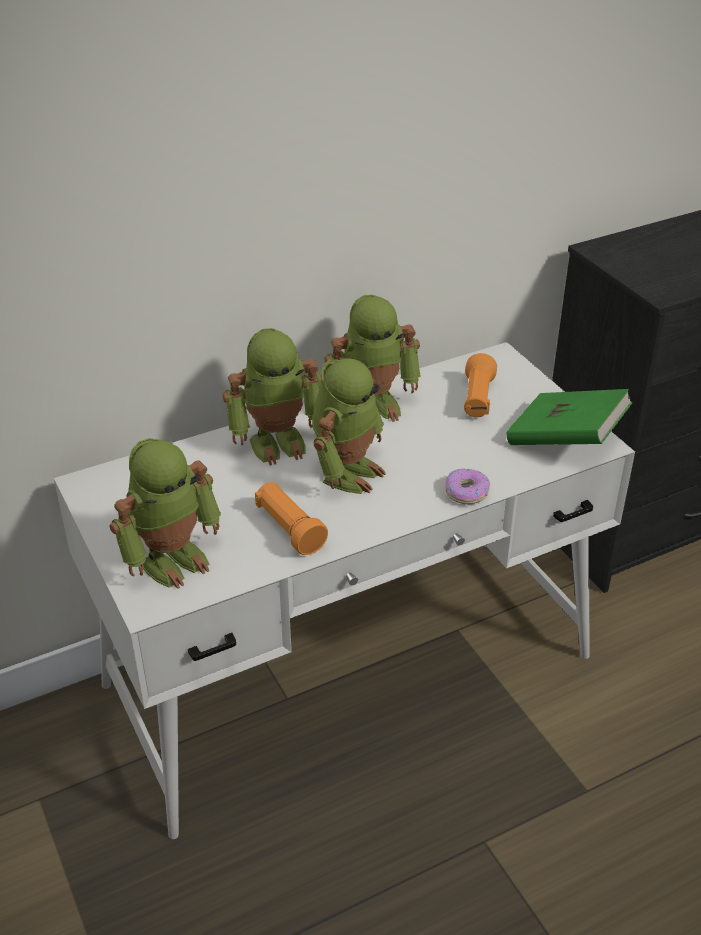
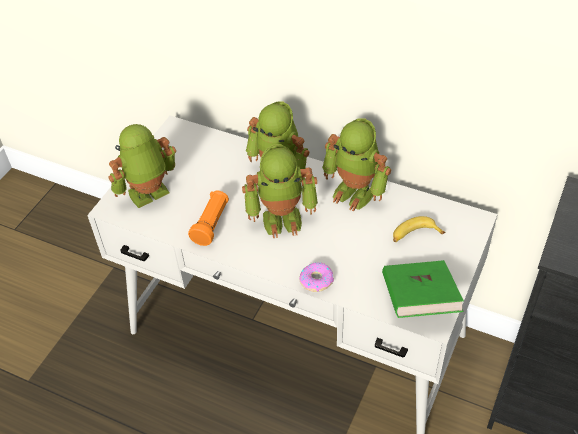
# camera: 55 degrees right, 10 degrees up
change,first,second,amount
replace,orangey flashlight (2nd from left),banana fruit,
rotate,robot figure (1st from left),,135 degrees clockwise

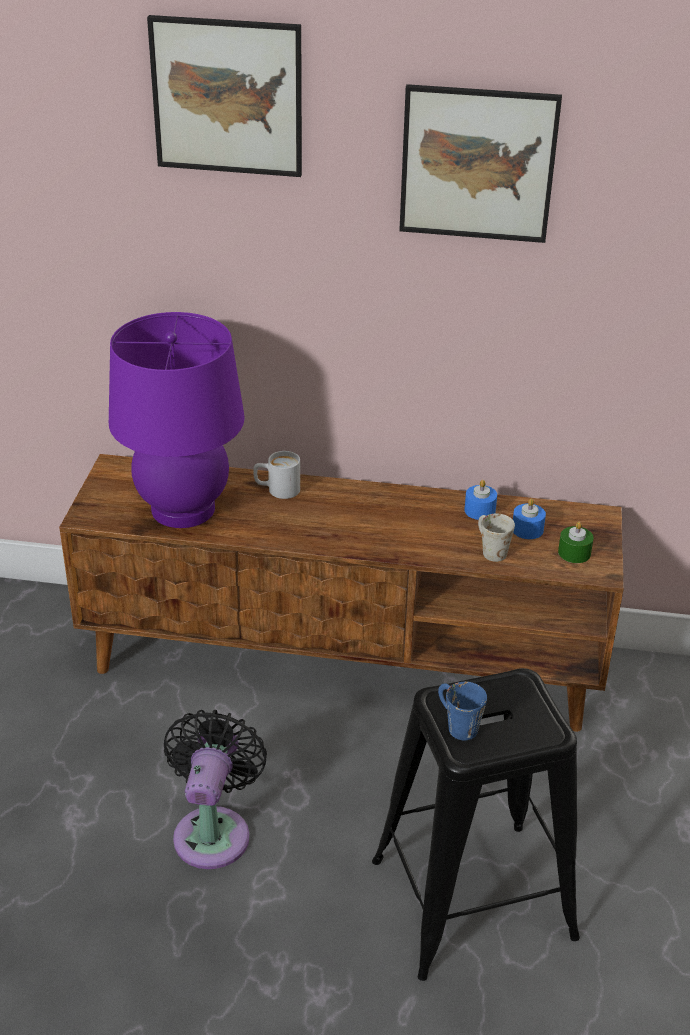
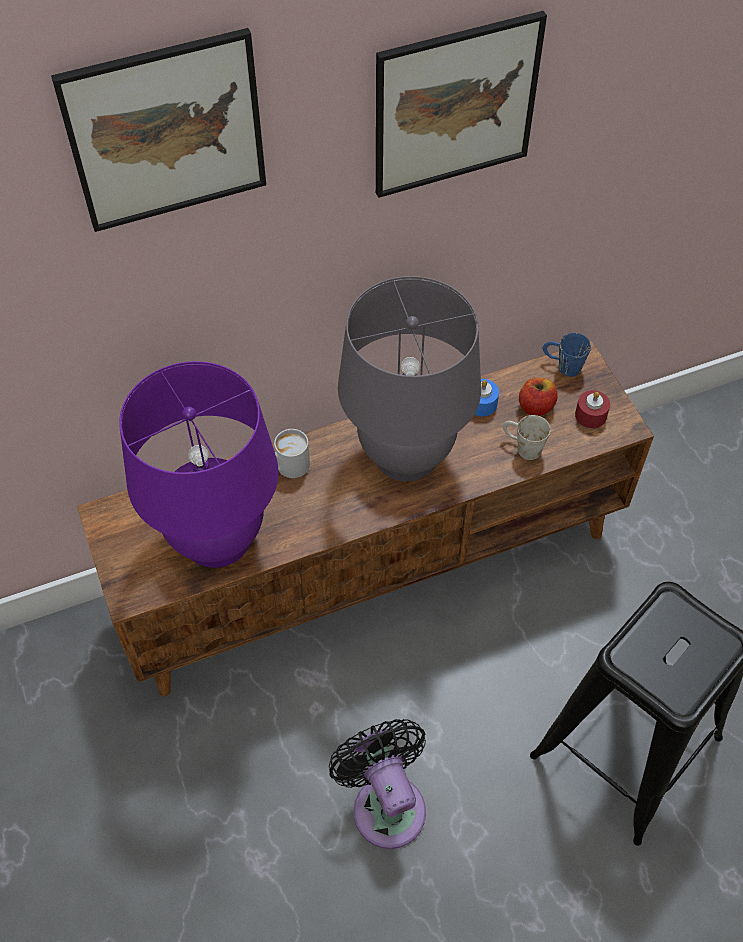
# camera: 30 degrees left, 20 degrees up
change,first,second,amount
insert,,grey tabletop lamp,
move,blue-coloured coffee mug,,
replace,blue-coloured wax light (2nd from left),apple fruit,
recolor,green-coloured wax light,red-coloured wax light,

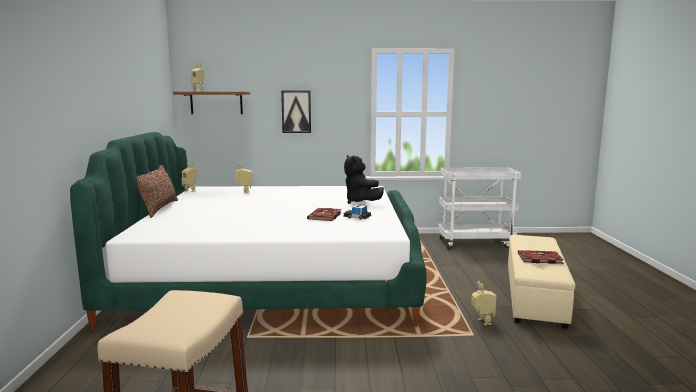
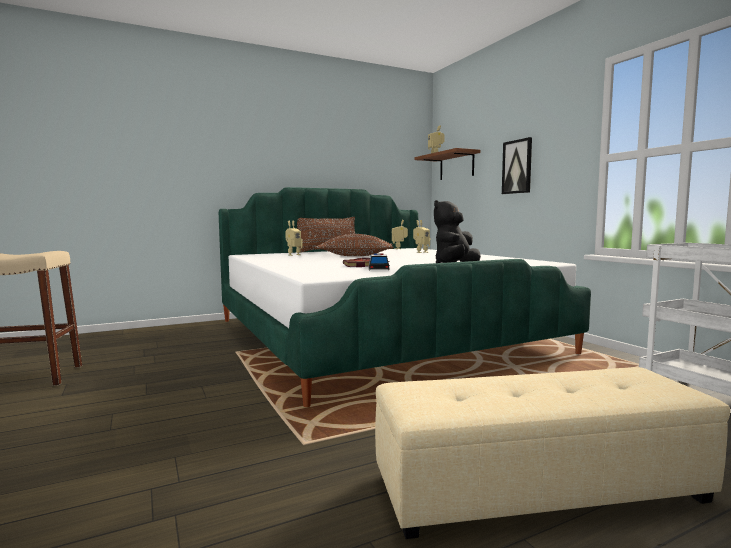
# camera: 65 degrees right, 5 degrees down
change,first,second,amount
delete,volume (2nd from left),,
insert,,brown-coloured pillow (2nd from left),
move,robot figure (4th from left in the first image),robot figure (1st from left),

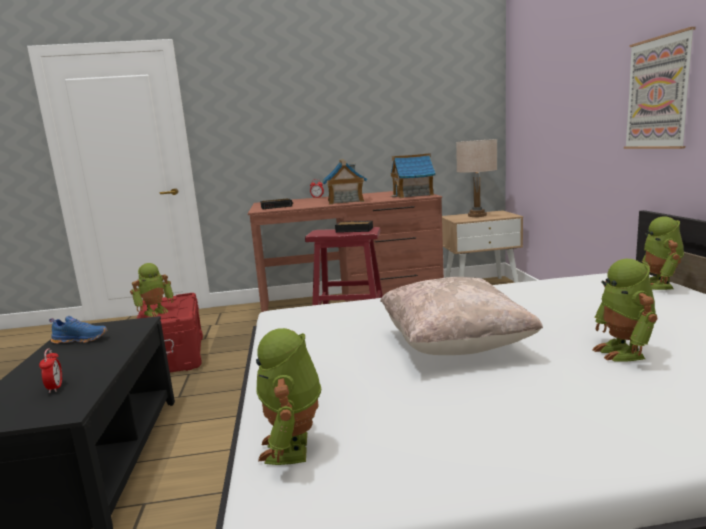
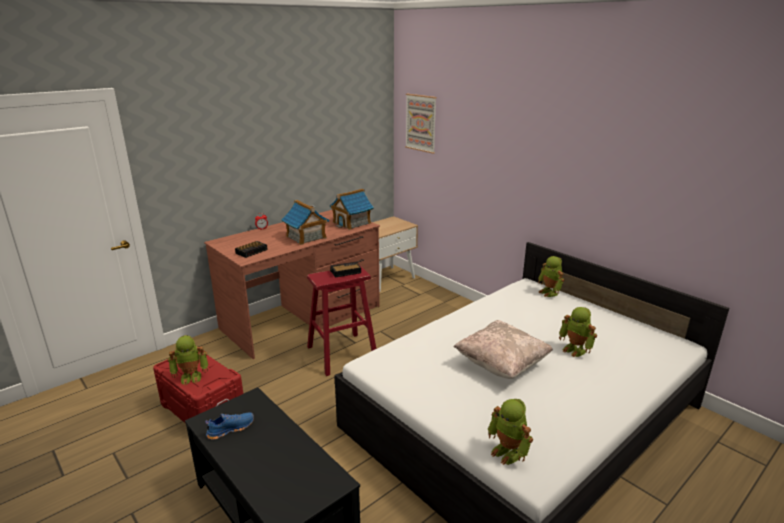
# camera: 35 degrees left, 10 degrees up
change,first,second,amount
delete,alarm clock (1st from left),,
delete,beige tabletop lamp,,
move,wall picture,,
rotate,robot figure (1st from left),,60 degrees clockwise

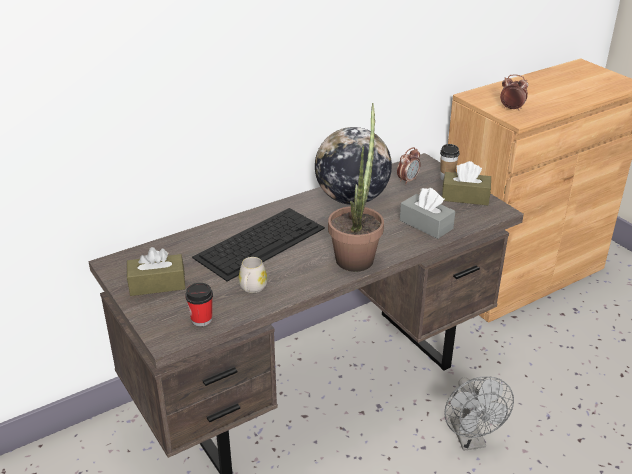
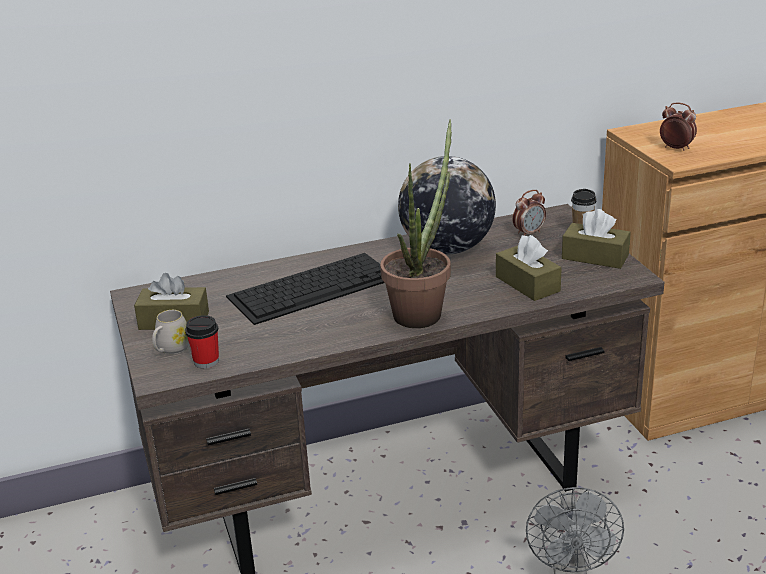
# camera: 15 degrees right, 5 degrees down
change,first,second,amount
move,white coffee mug,,
recolor,grey tissue box,brown-coloured tissue box (2nd from left),

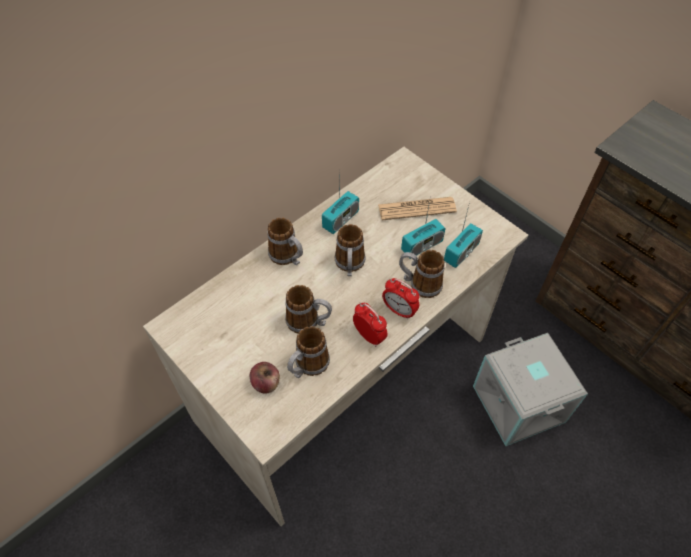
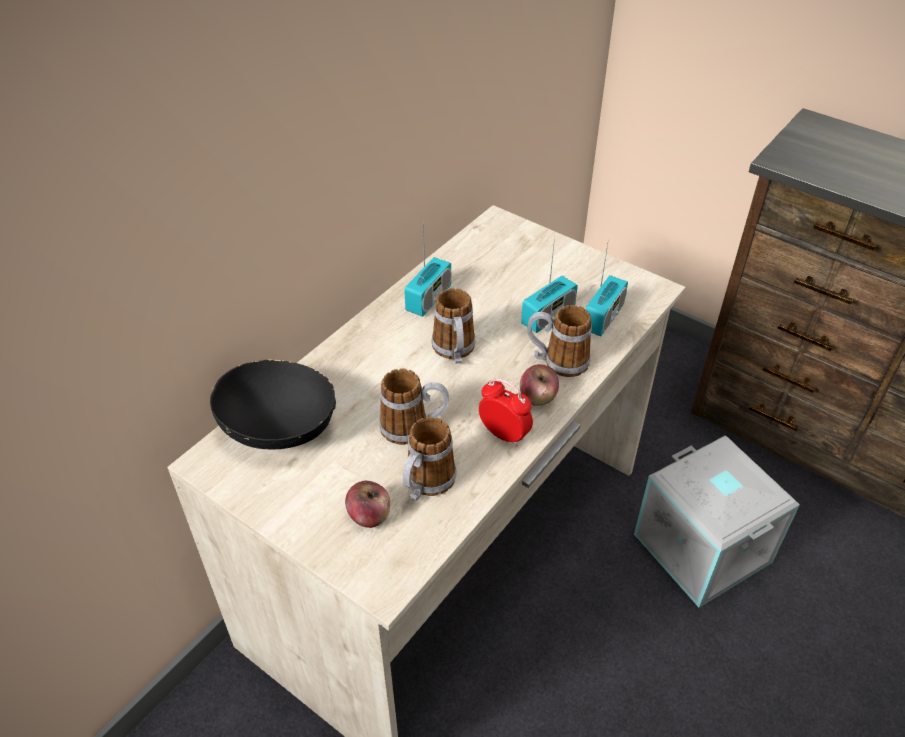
# camera: 10 degrees left, 10 degrees down
change,first,second,amount
delete,coffee mug (1st from left),,
delete,newspaper,,
insert,,black-coloured bowl,
replace,alarm clock (2nd from left),apple fruit (2nd from left),

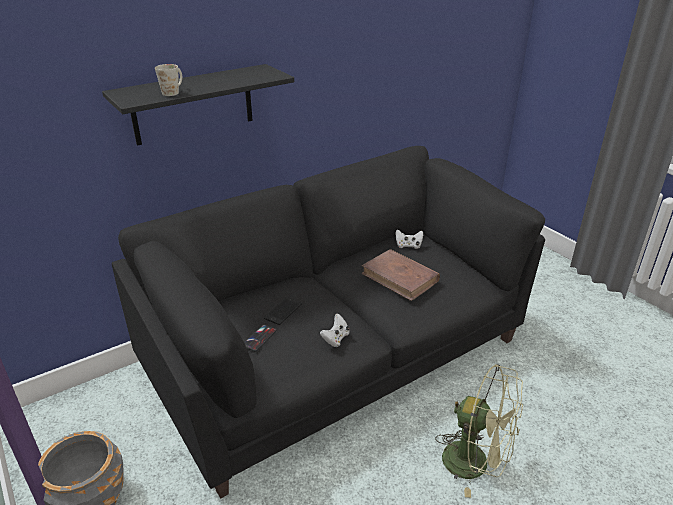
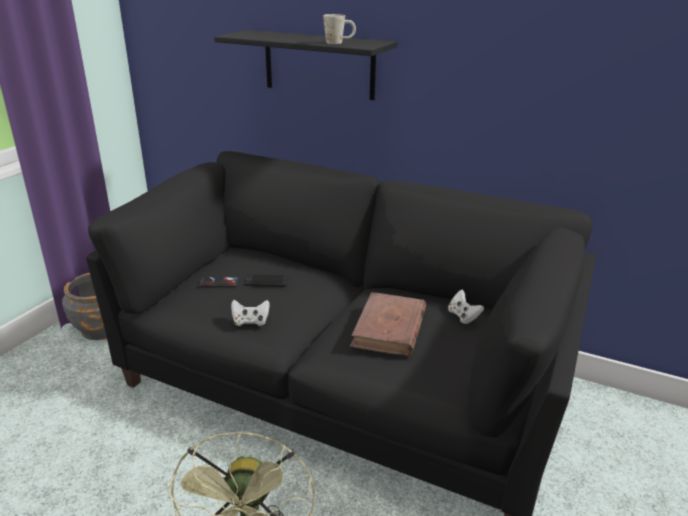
# camera: 60 degrees right, 5 degrees down
change,first,second,amount
move,white coffee mug,,

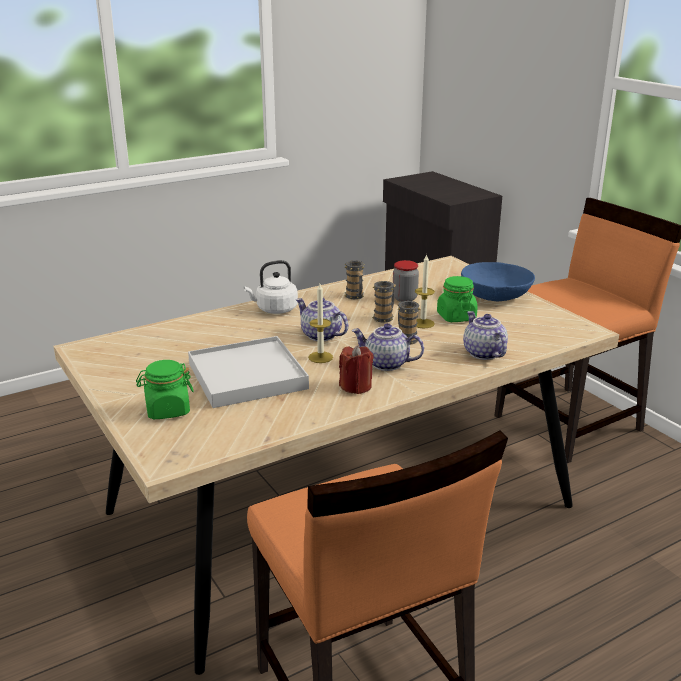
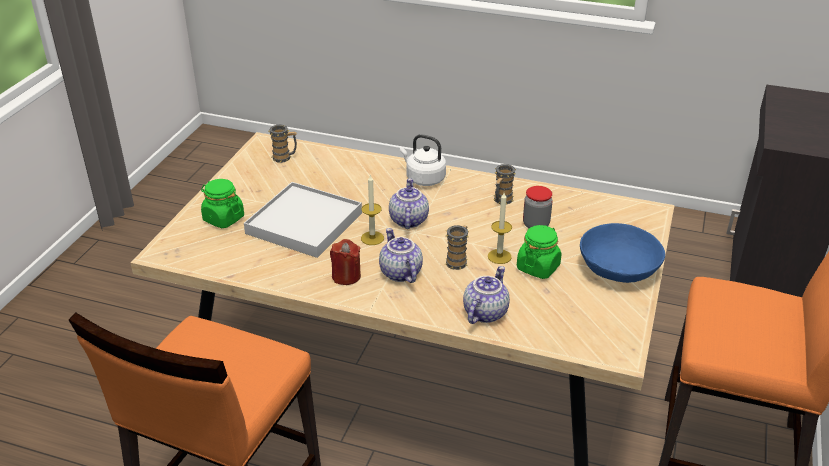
# camera: 50 degrees right, 10 degrees up
change,first,second,amount
move,coffee mug (2nd from left in the first image),coffee mug (1st from left),

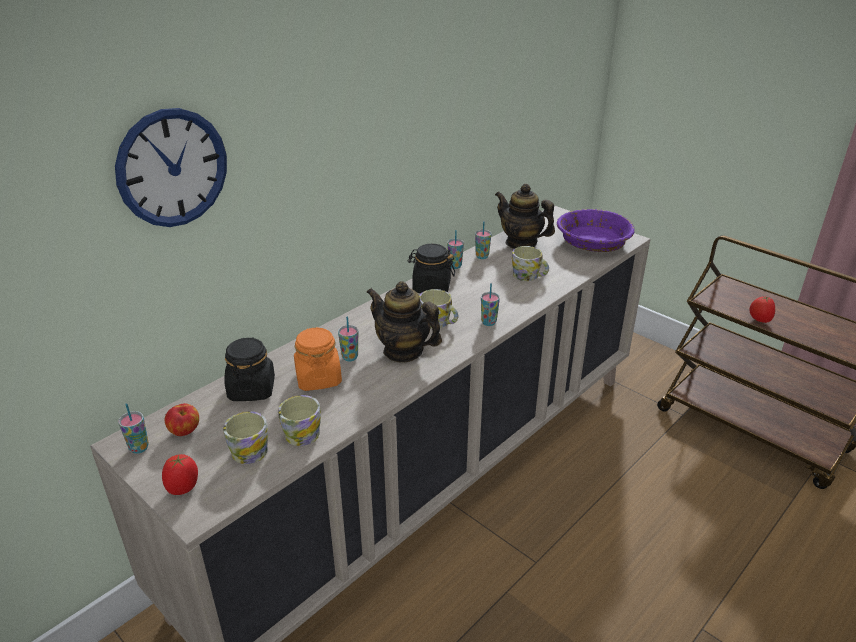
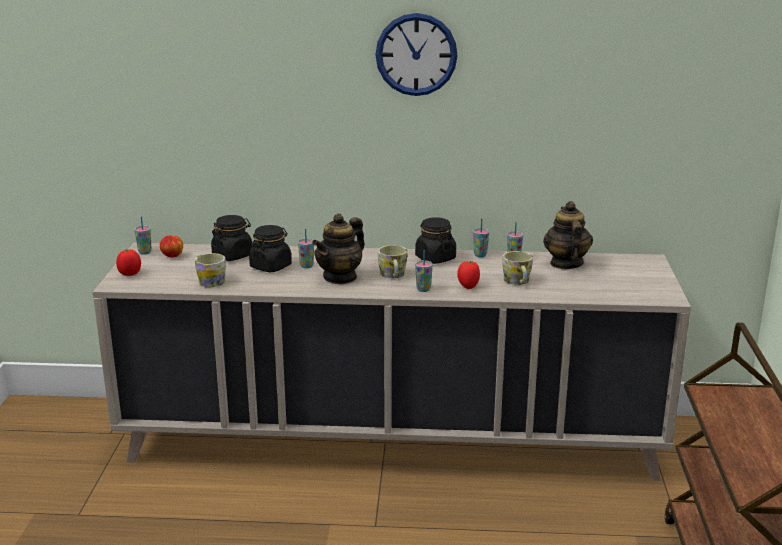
# camera: 50 degrees right, 10 degrees down
change,first,second,amount
delete,coffee mug (1st from left),,
delete,purple bowl,,
move,clock on the wall,,
move,tomato (2nd from left),,
recolor,orangey jar,black-coloured jar (2nd from left),
rotate,pot for tea (1st from left),,135 degrees counterclockwise

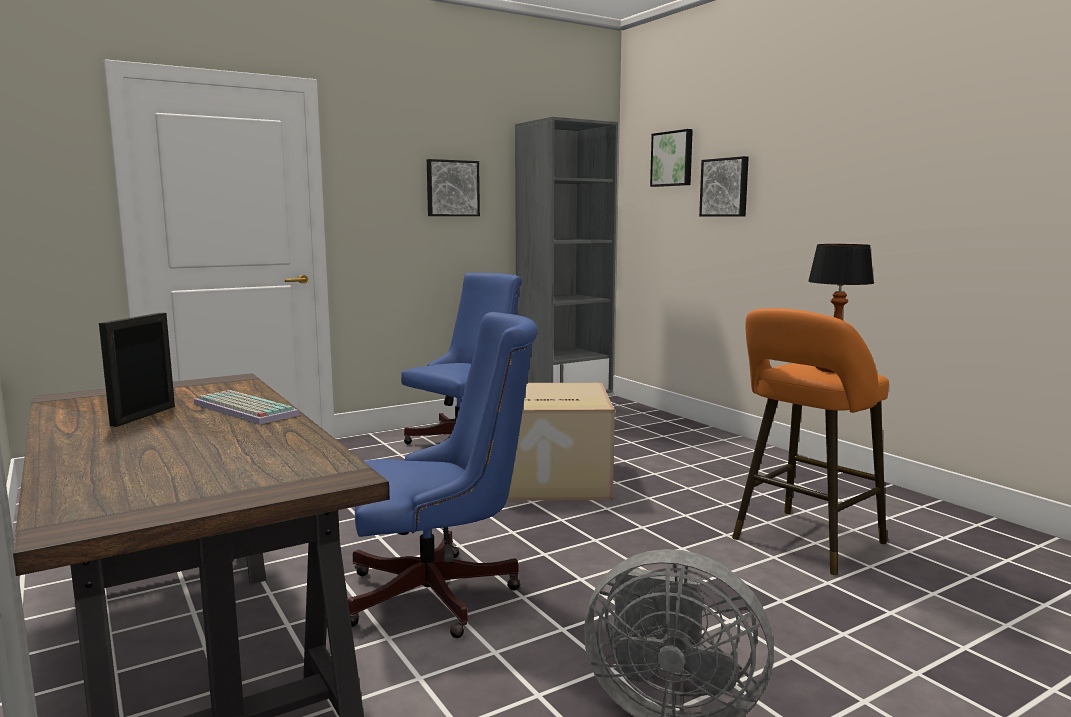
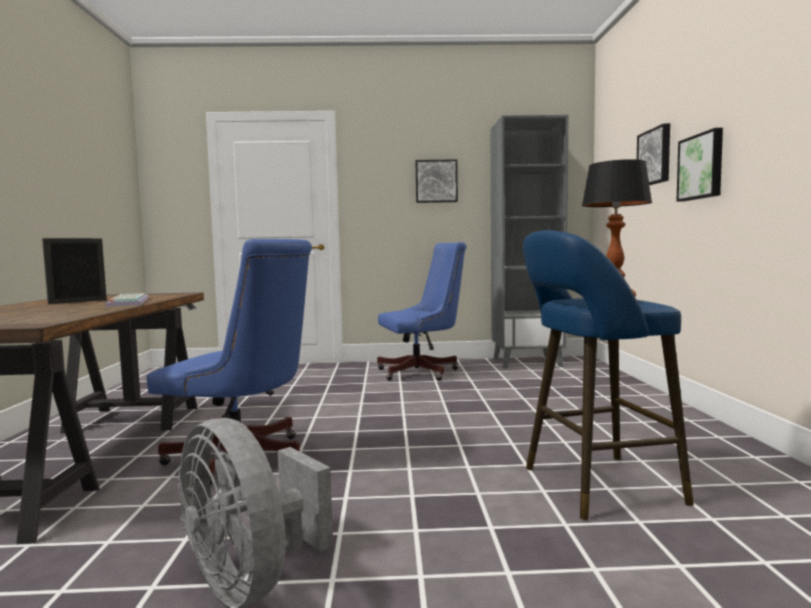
# camera: 30 degrees right, 5 degrees down
change,first,second,amount
delete,packing box,,
move,wall picture (2nd from left in the first image),wall picture (3rd from left),
recolor,orangey sitting stool,blue-coloured sitting stool,

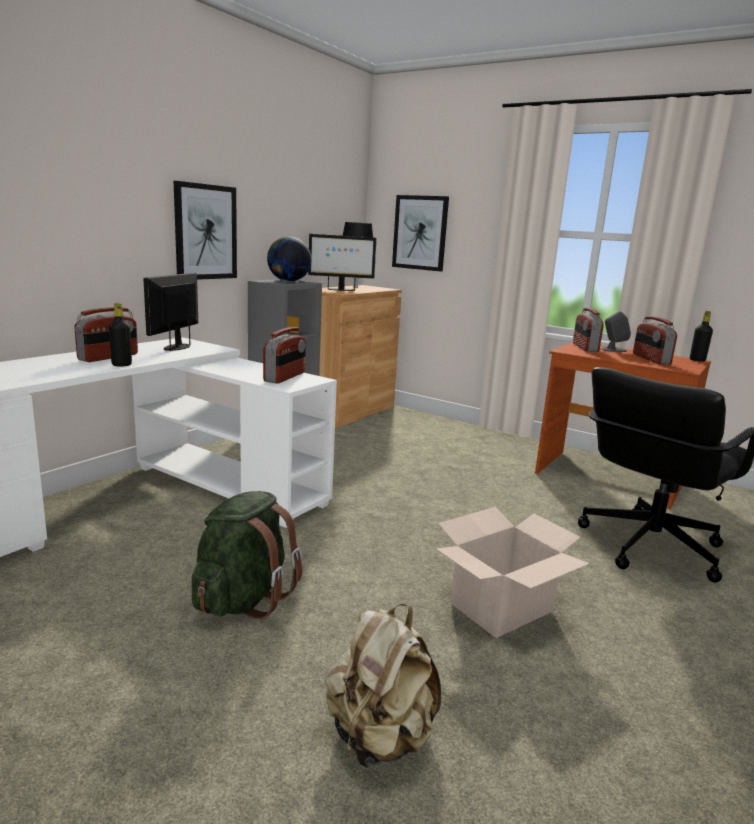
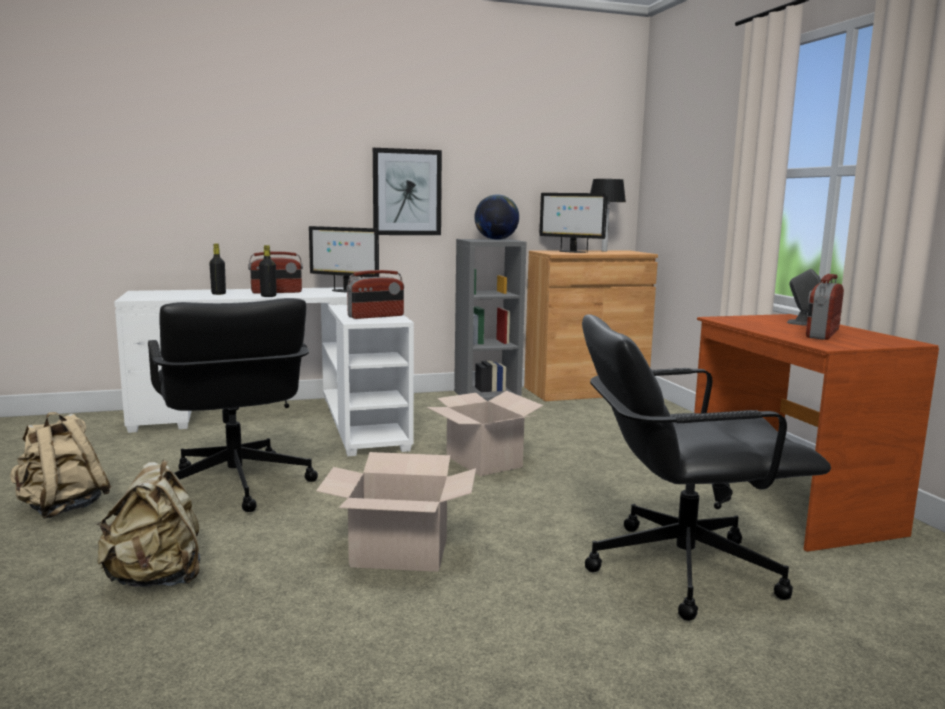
# camera: 40 degrees right, 5 degrees down
change,first,second,amount
delete,wall picture (2nd from left),,
delete,radio set (3rd from left),,
insert,,beige backpack (1st from left),
insert,,packing box (2nd from left),
move,black-coloured drink bottle (2nd from left in the first image),black-coloured drink bottle (1st from left),
replace,green-coloured backpack,black-coloured computer chair (1st from left),
rotate,computer screen (1st from left),,120 degrees counterclockwise

